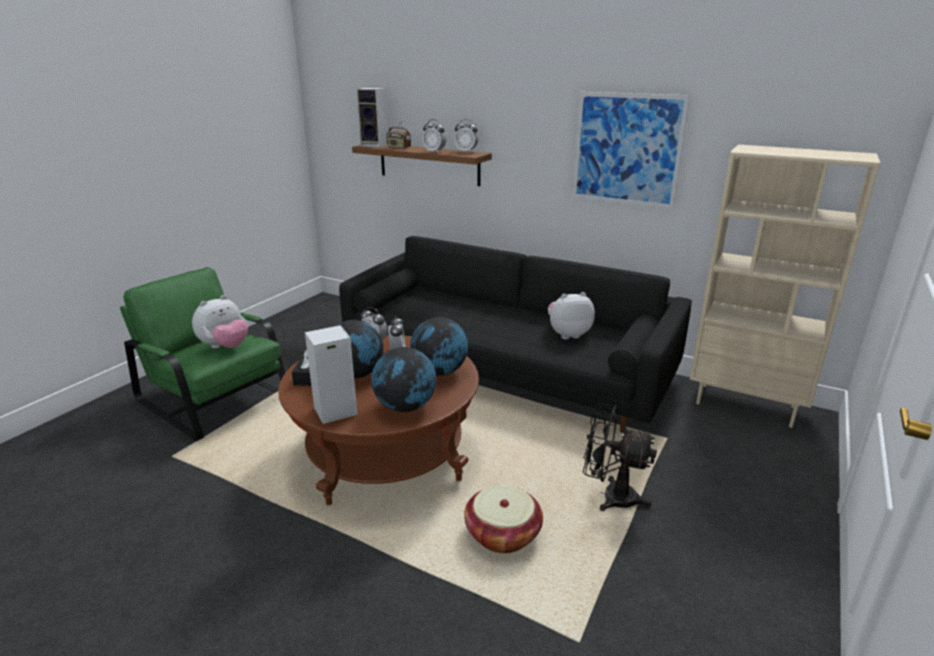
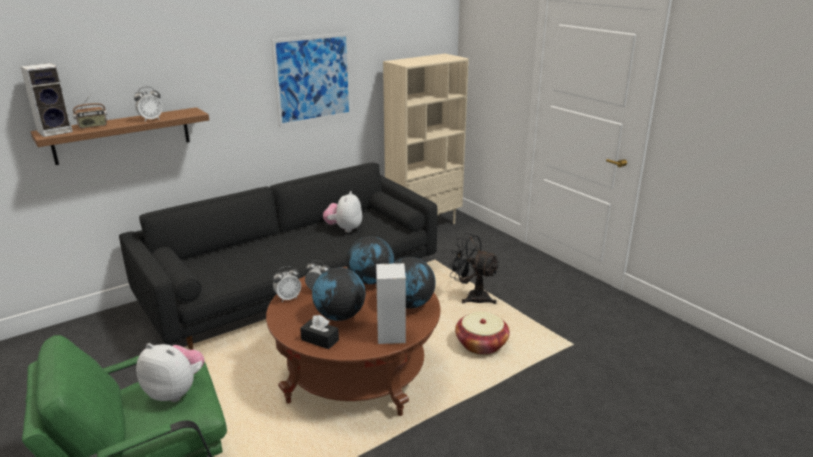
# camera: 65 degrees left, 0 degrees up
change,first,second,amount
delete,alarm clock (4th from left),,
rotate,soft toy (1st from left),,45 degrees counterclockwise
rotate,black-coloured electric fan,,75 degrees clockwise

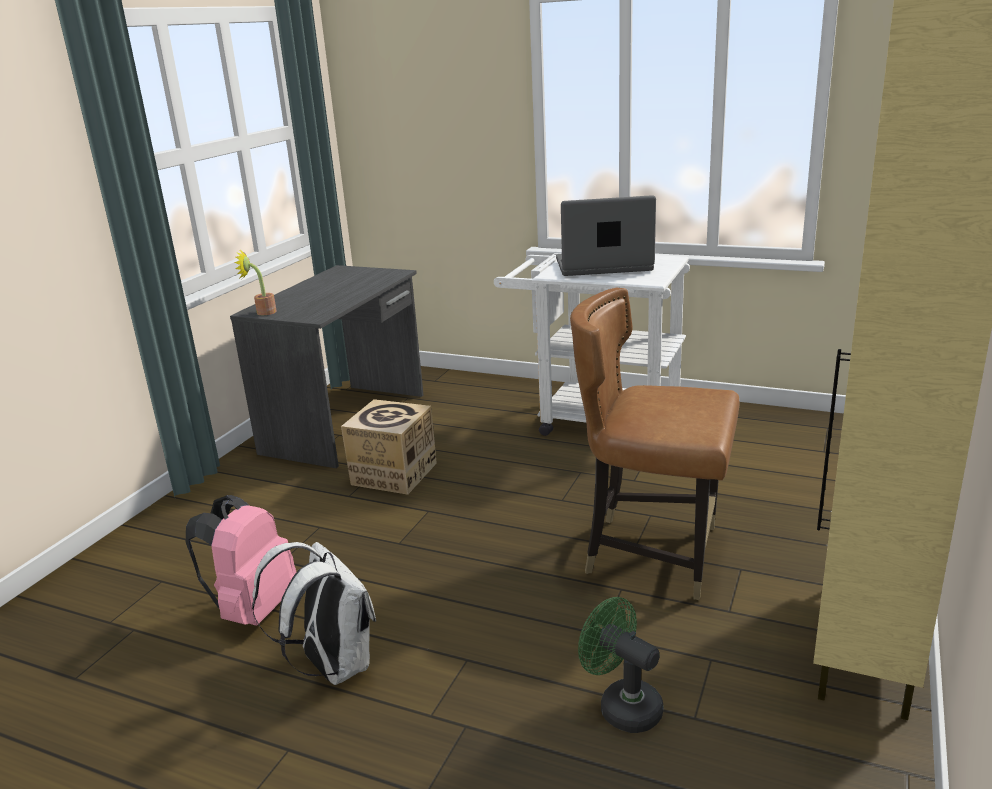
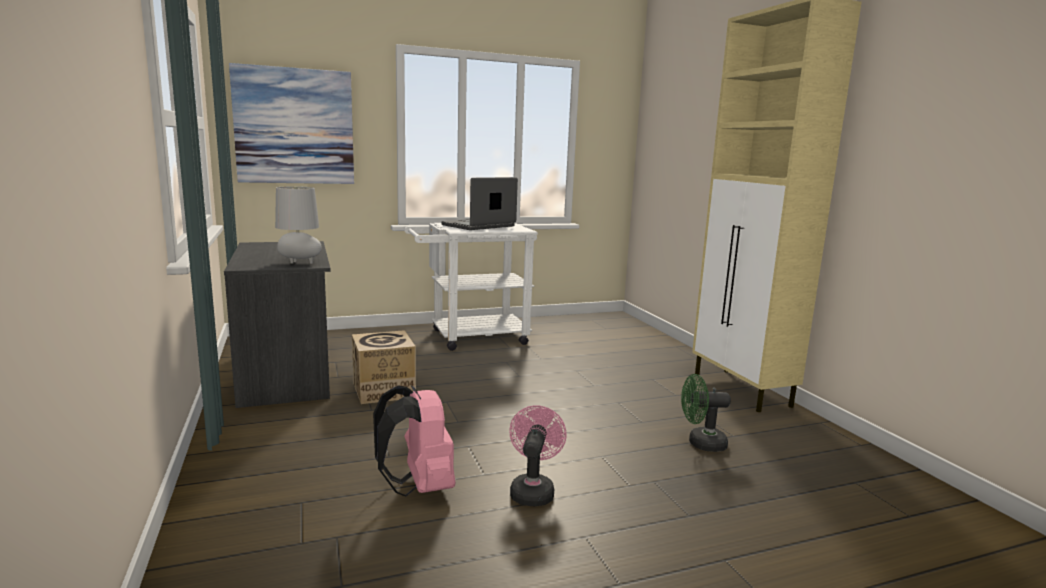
# camera: 45 degrees left, 10 degrees down
change,first,second,amount
delete,houseplant,,
delete,brown-coloured upright chair,,
insert,,wall picture,
insert,,grey tabletop lamp,
replace,white backpack,pink-coloured electric fan,

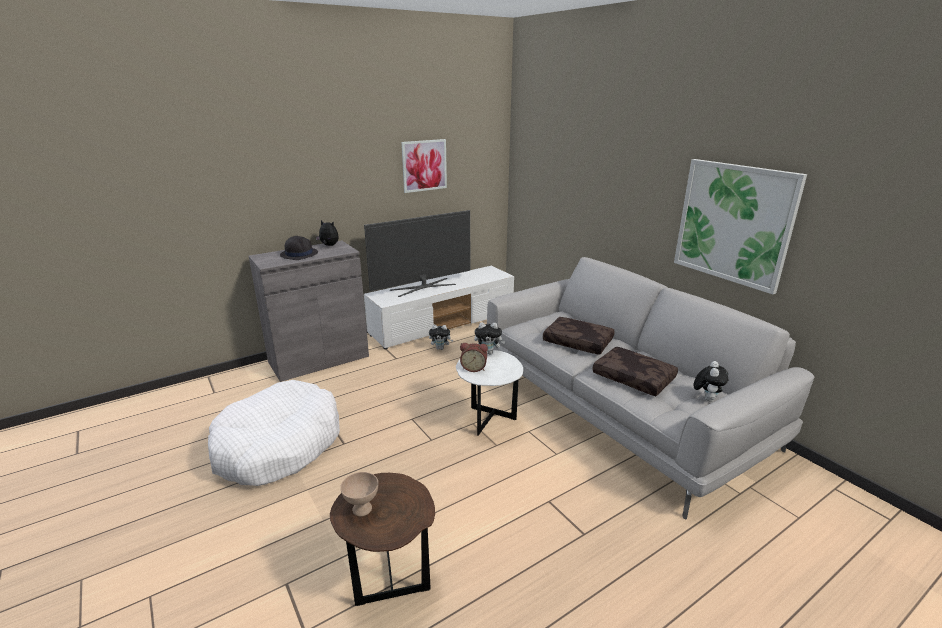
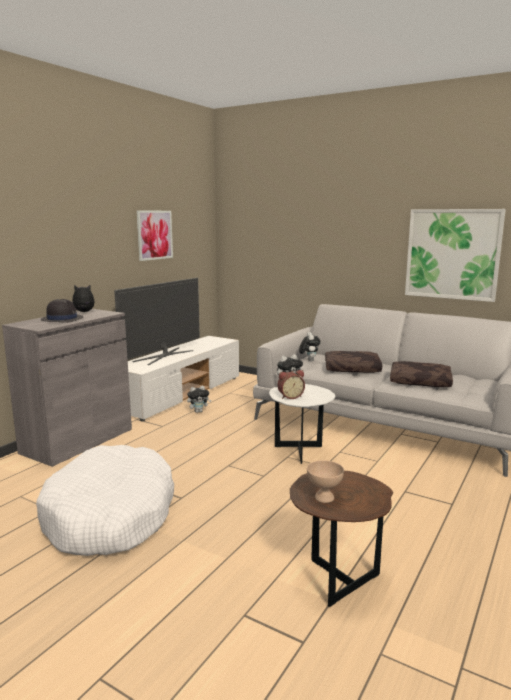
# camera: 25 degrees left, 10 degrees down
change,first,second,amount
move,soft toy (4th from left),,

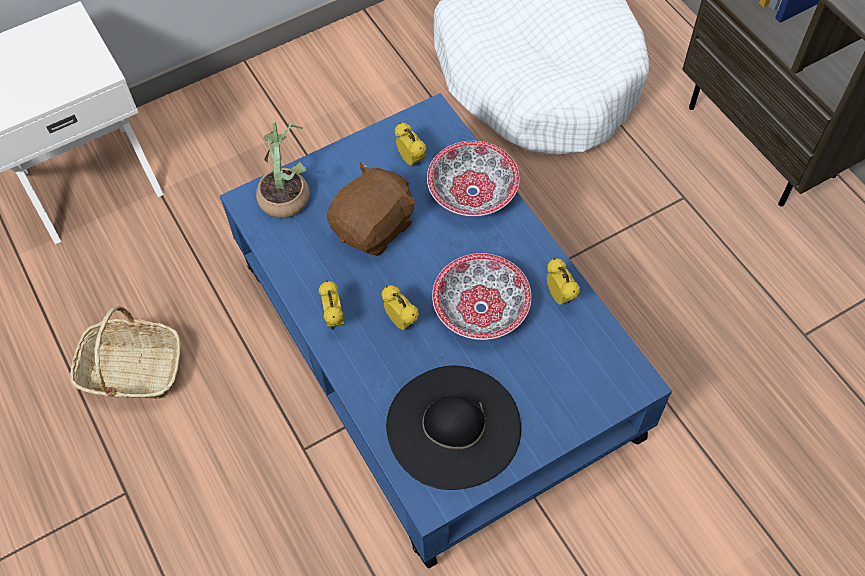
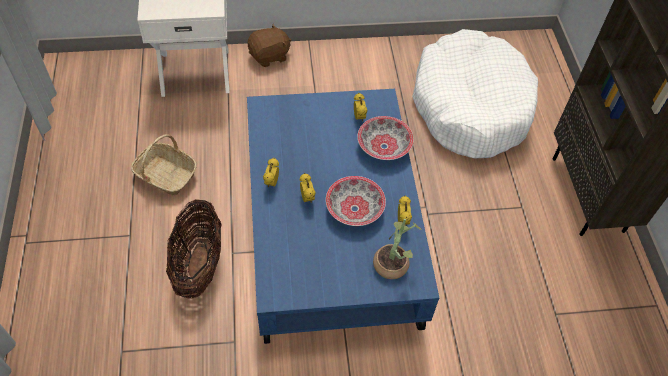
# camera: 20 degrees right, 5 degrees down
change,first,second,amount
delete,black-coloured wearable hat,,
insert,,basket (2nd from left),
move,houseplant,,
move,brown-coloured soft toy,,

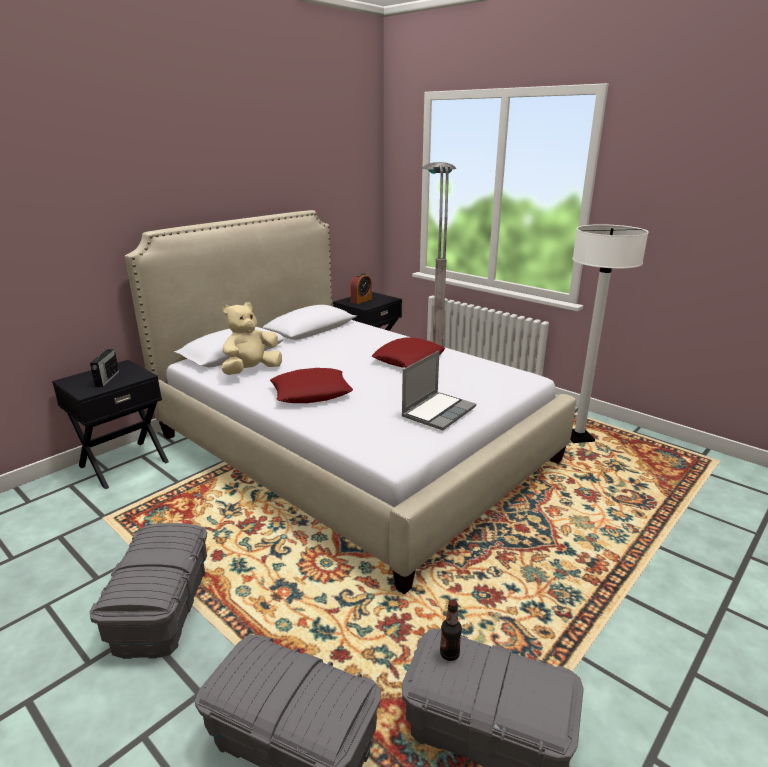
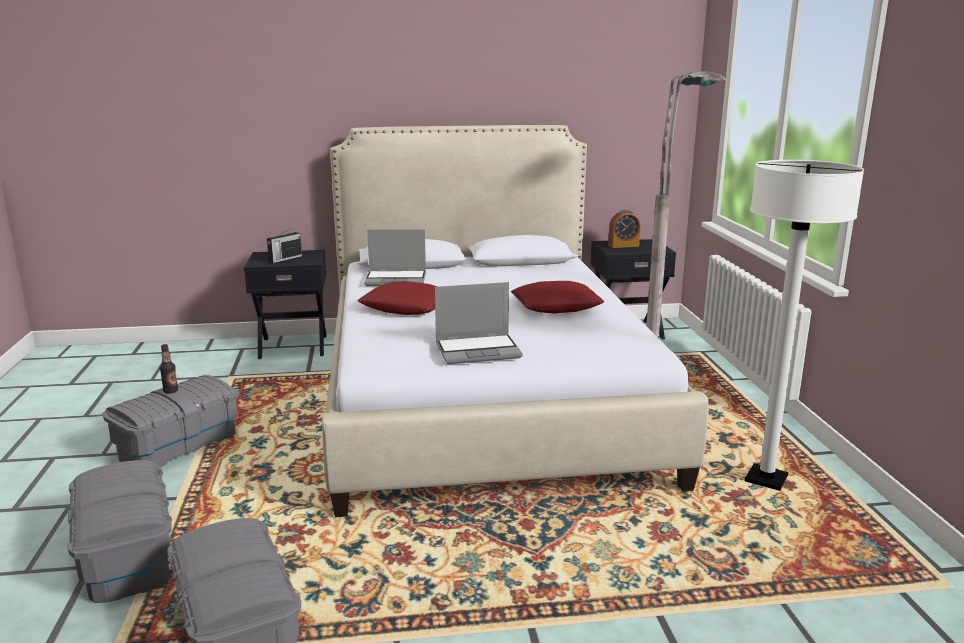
# camera: 40 degrees right, 5 degrees down
change,first,second,amount
move,drink bottle,,
replace,beige soft toy,notebook computer (1st from left),

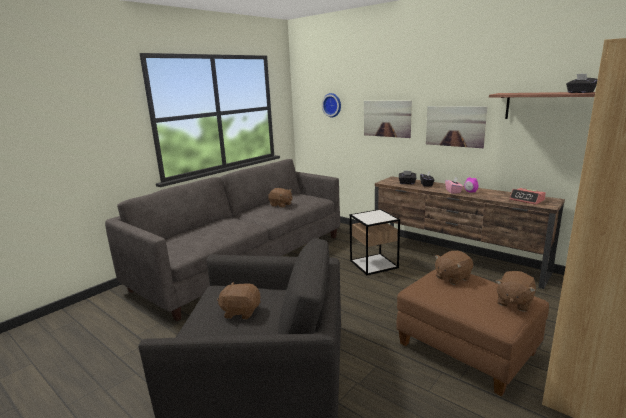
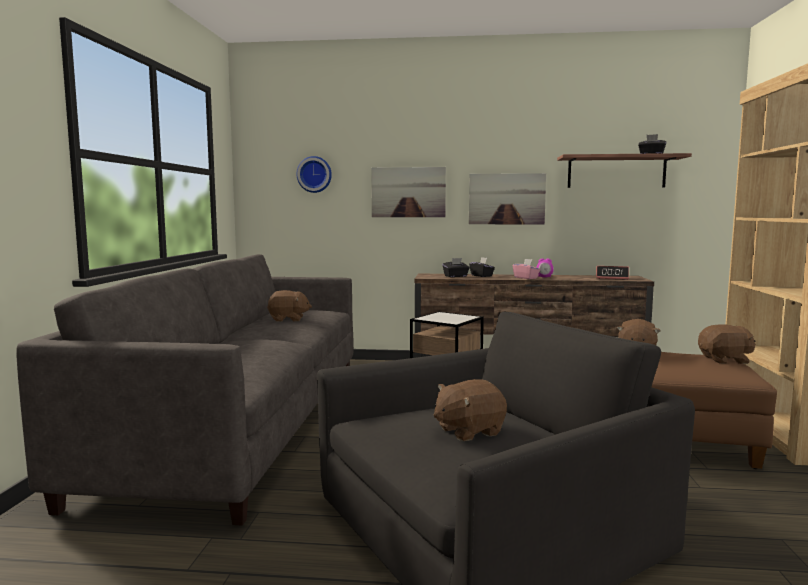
# camera: 35 degrees left, 10 degrees down
change,first,second,amount
rotate,brown-coloured soft toy (4th from left),,90 degrees counterclockwise

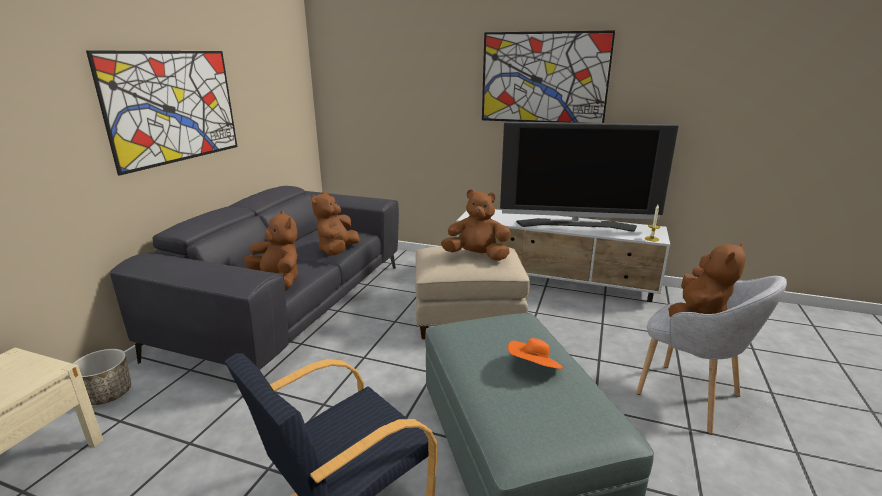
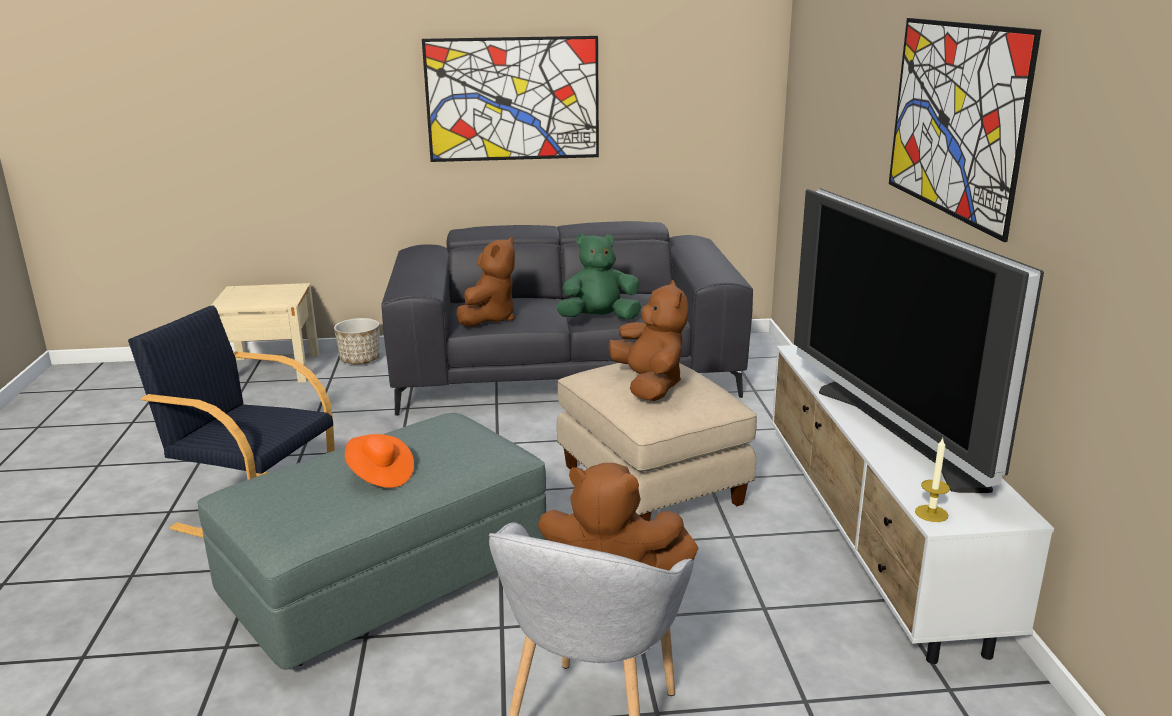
# camera: 65 degrees right, 0 degrees up
change,first,second,amount
recolor,brown-coloured soft toy (2nd from left),green-coloured soft toy,

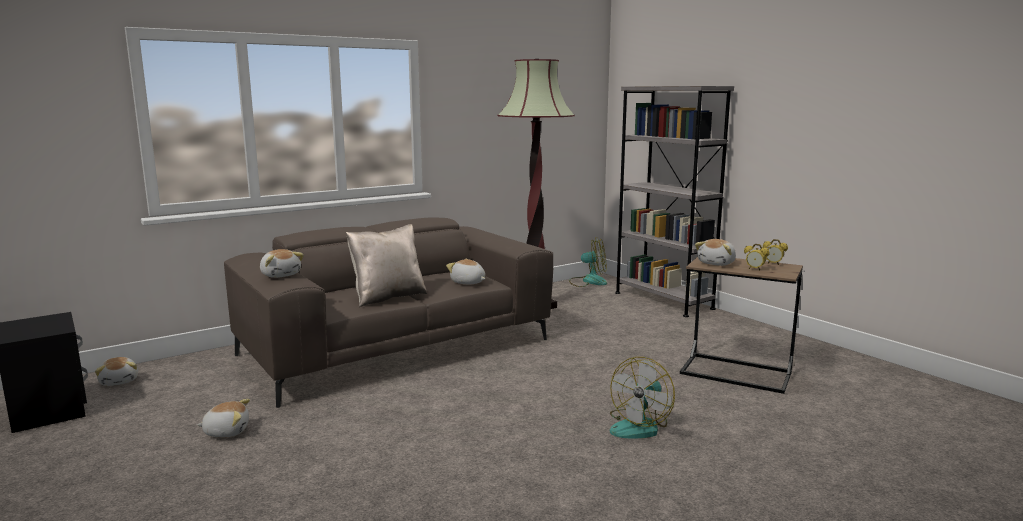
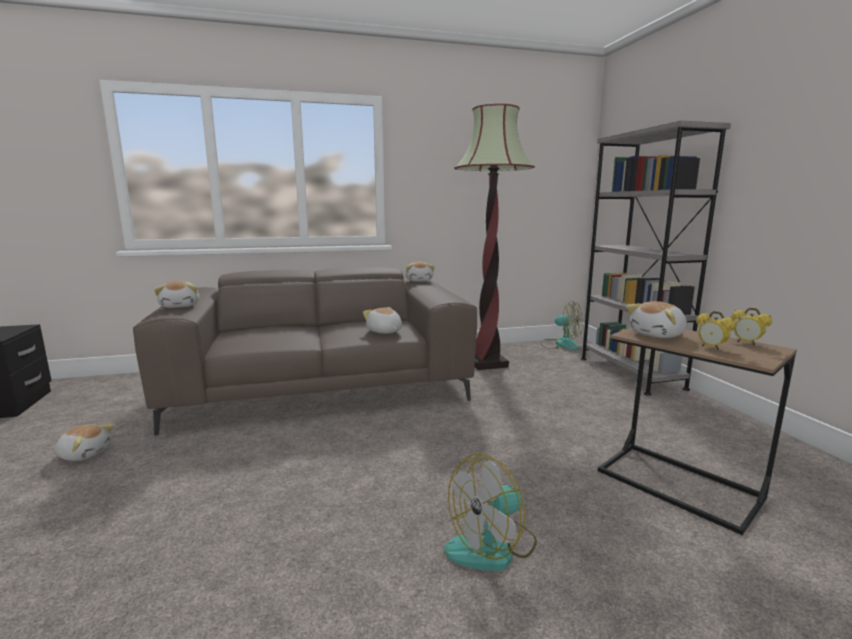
# camera: 20 degrees right, 0 degrees up
change,first,second,amount
delete,beige pillow,,
move,soft toy (1st from left in the first image),soft toy (4th from left),

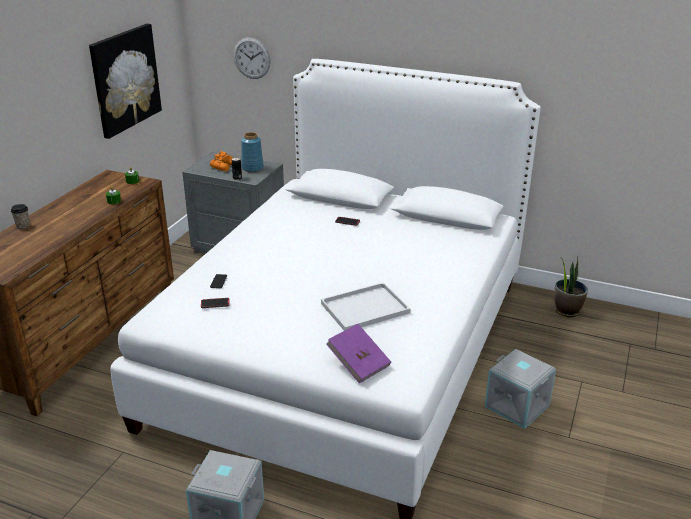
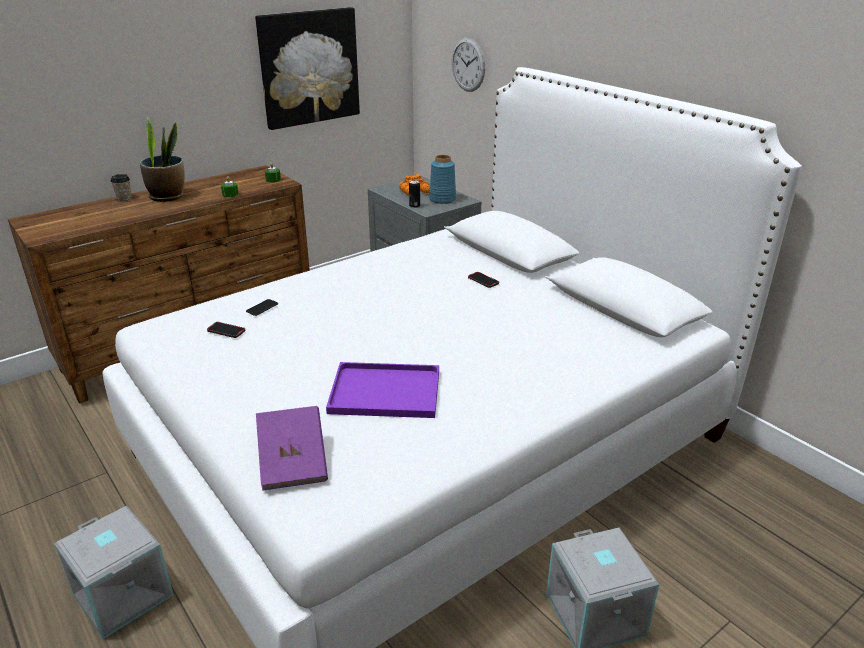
# camera: 30 degrees right, 0 degrees up
change,first,second,amount
move,houseplant,,
recolor,white tray,purple tray,

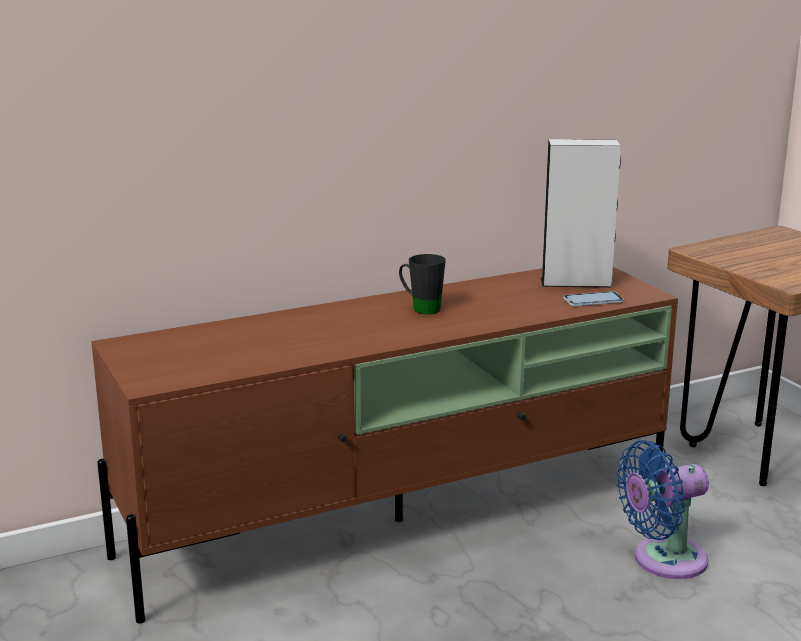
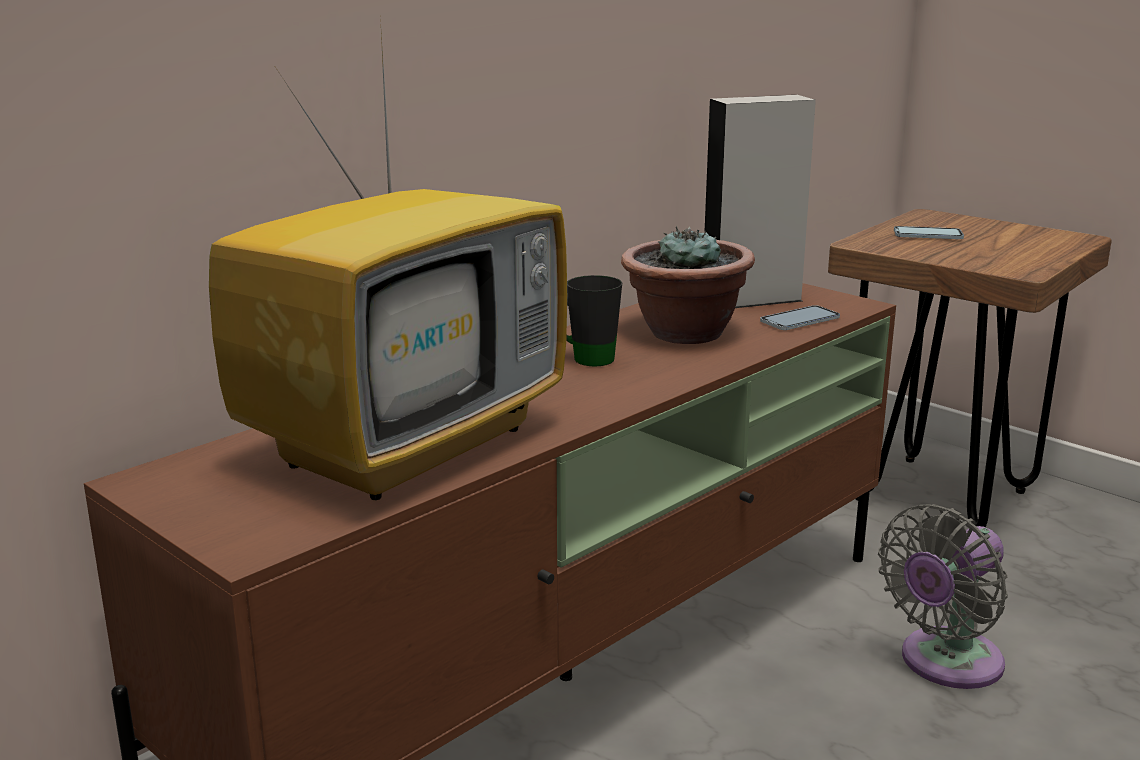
# camera: 20 degrees left, 0 degrees up
change,first,second,amount
insert,,TV set,
insert,,houseplant,
insert,,telephone (2nd from left),
recolor,blue-coloured electric fan,grey electric fan,

